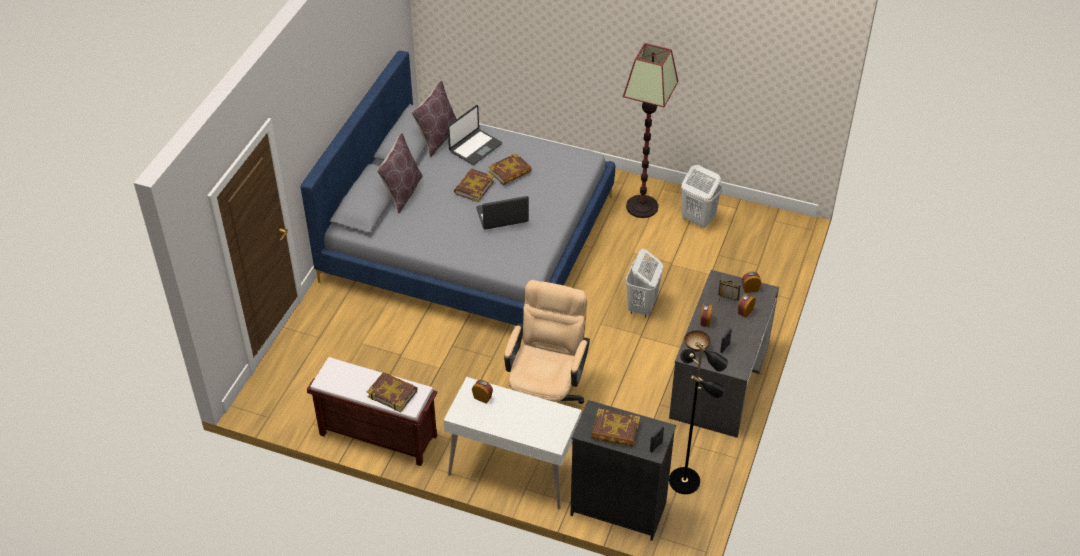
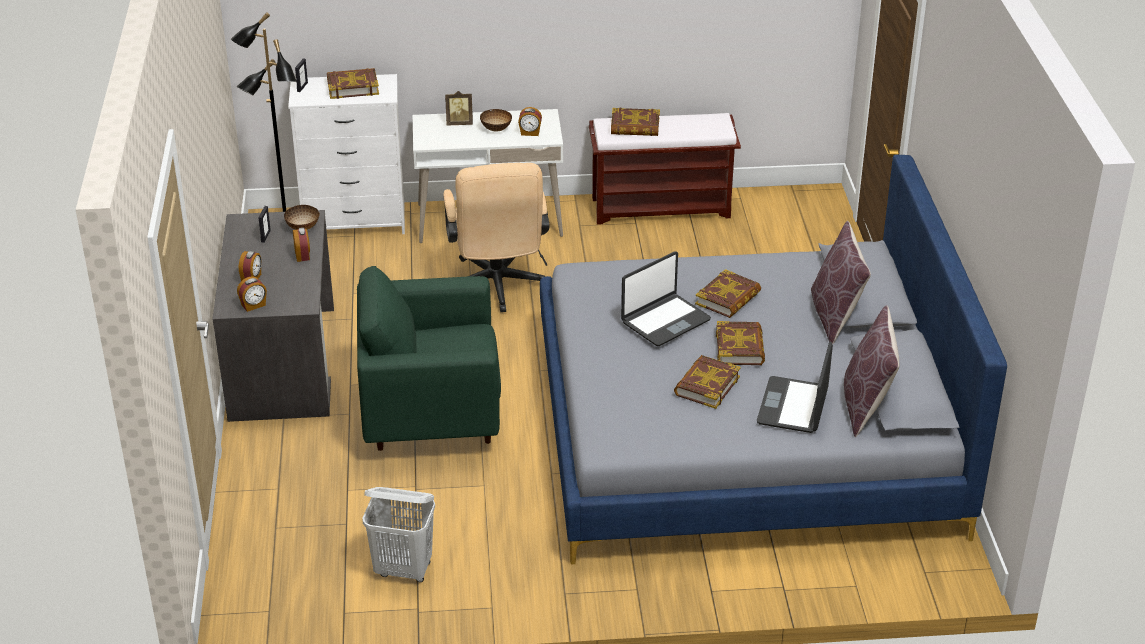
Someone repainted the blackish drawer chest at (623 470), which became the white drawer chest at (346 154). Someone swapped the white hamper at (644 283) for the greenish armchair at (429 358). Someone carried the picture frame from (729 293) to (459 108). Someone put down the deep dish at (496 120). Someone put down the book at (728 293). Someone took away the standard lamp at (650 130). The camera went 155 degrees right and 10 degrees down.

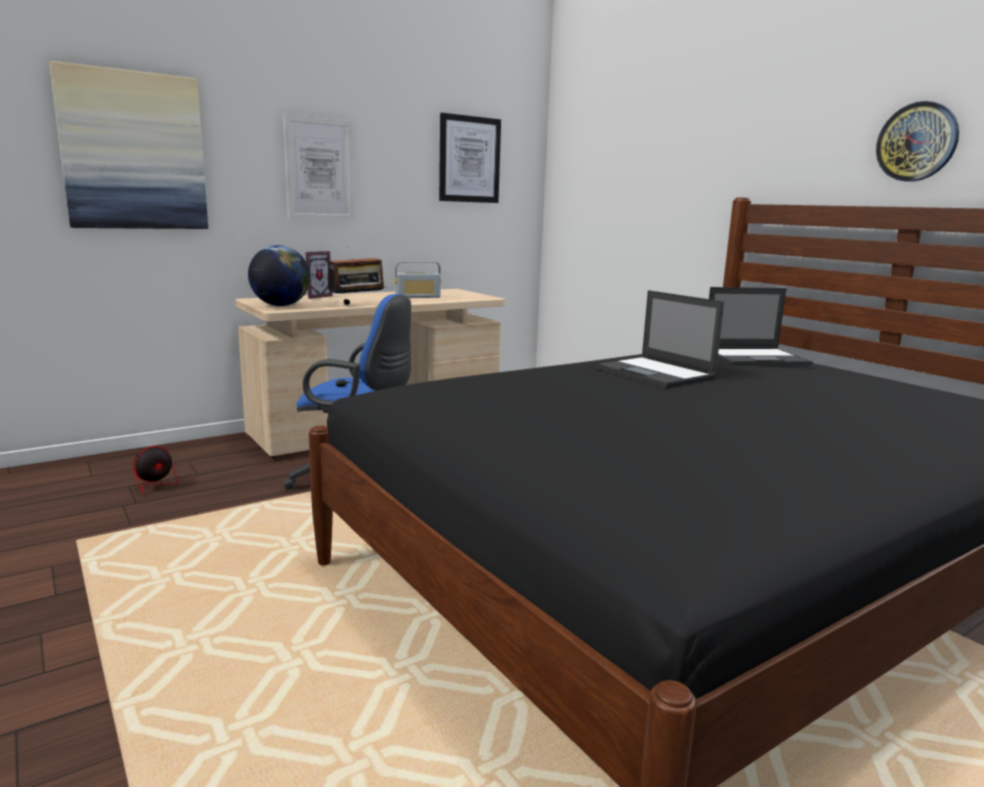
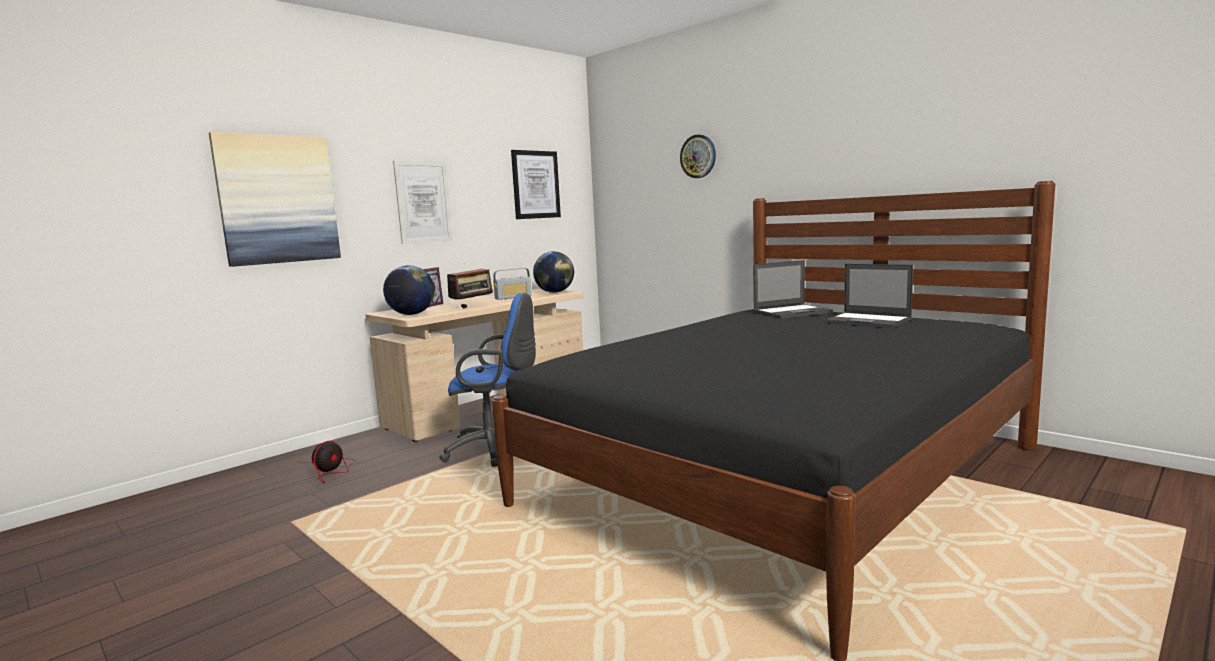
Someone put down the world globe at (553 272). Someone carried the clock on the wall from (917 141) to (698 156). Someone carried the laptop from (659 339) to (868 296). The camera went 10 degrees left and 5 degrees down.

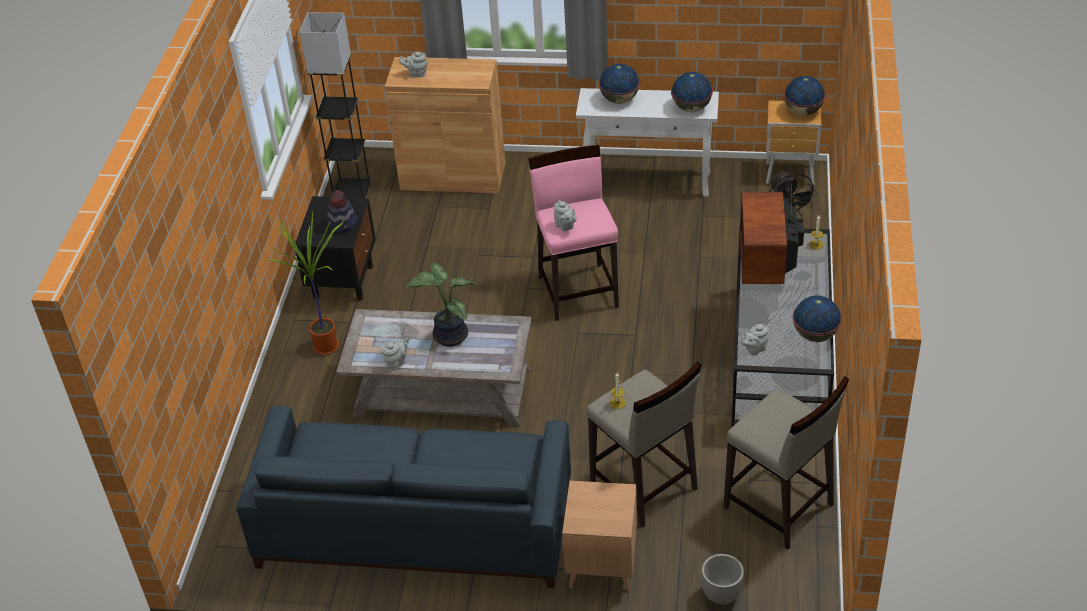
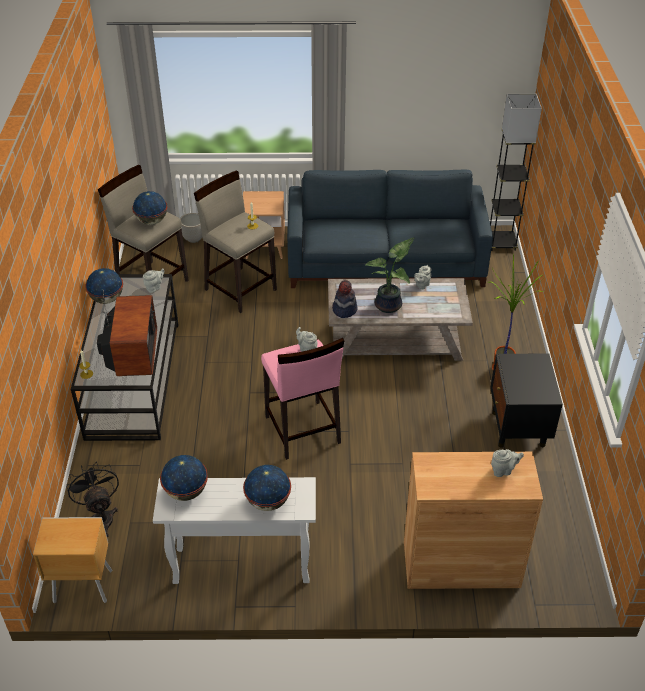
Someone carried the world globe from (805 96) to (149 208). Someone carried the hat from (342 211) to (345 299). Someone carried the greyish standard lamp from (336 105) to (516 172). The camera went 170 degrees right and 0 degrees up.

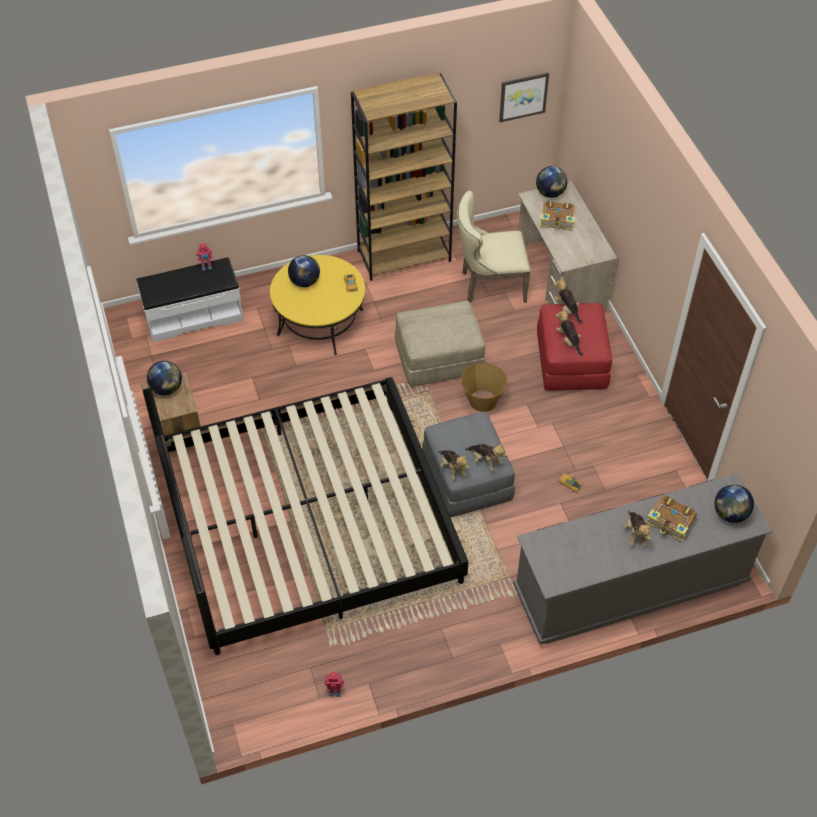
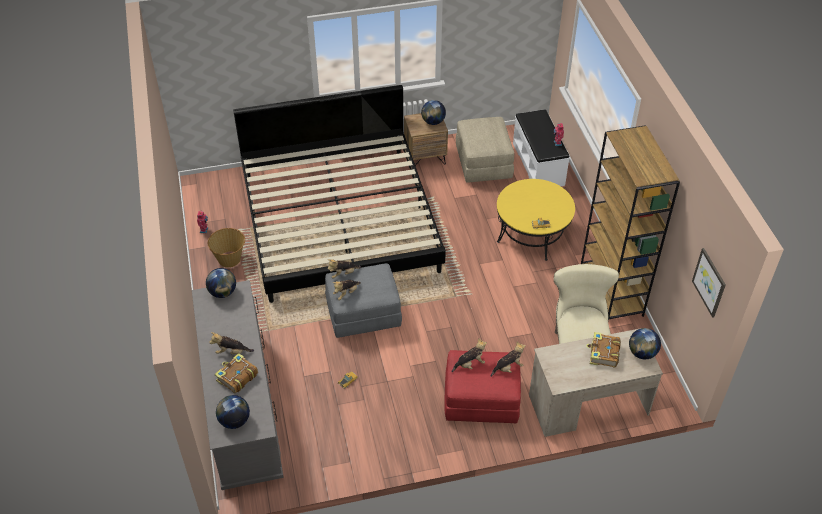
Someone carried the world globe from (304 271) to (221 283). Someone carried the basket from (484 387) to (226 248). Someone carried the beige-coloured pouffe from (440 344) to (485 149). The camera went 95 degrees right and 5 degrees down.

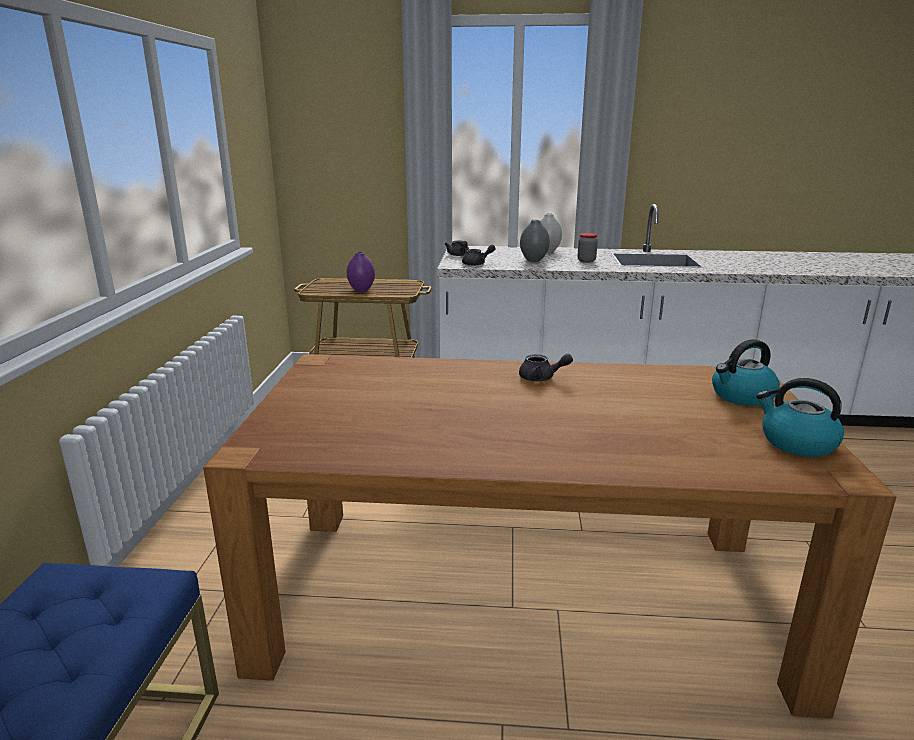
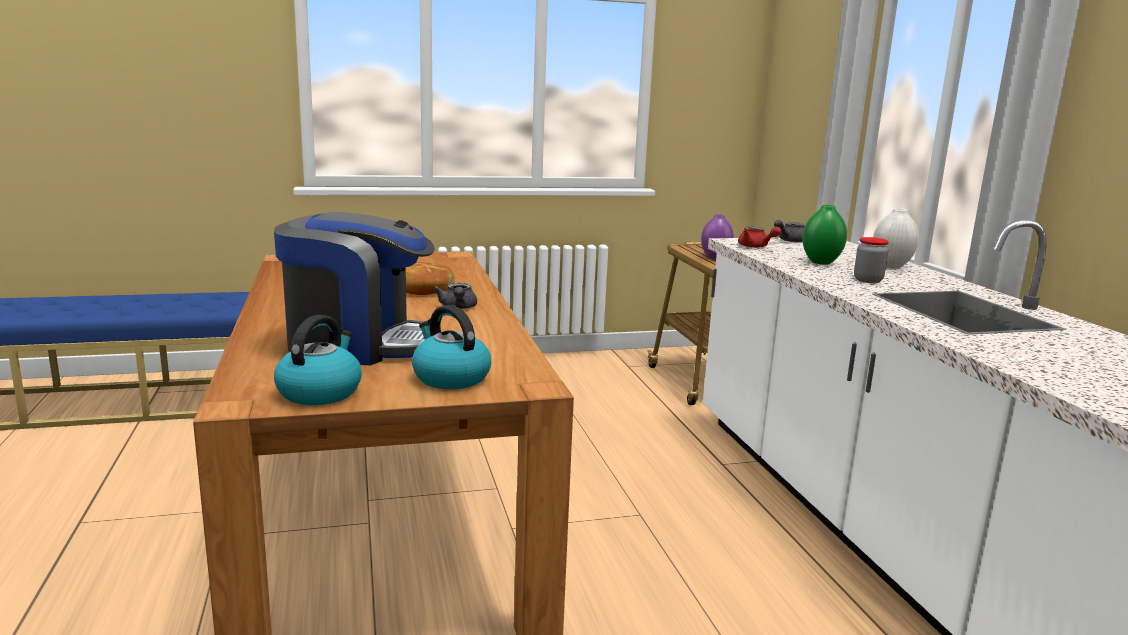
Someone put down the coffee brewer at (354 289). Someone put down the bread at (430 278). Someone repainted the greyish teapot at (479 255), which became the red-coloured teapot at (759 237). Someone repainted the greyish flower vase at (535 240), which became the greenish flower vase at (824 235). The camera went 70 degrees right and 5 degrees down.

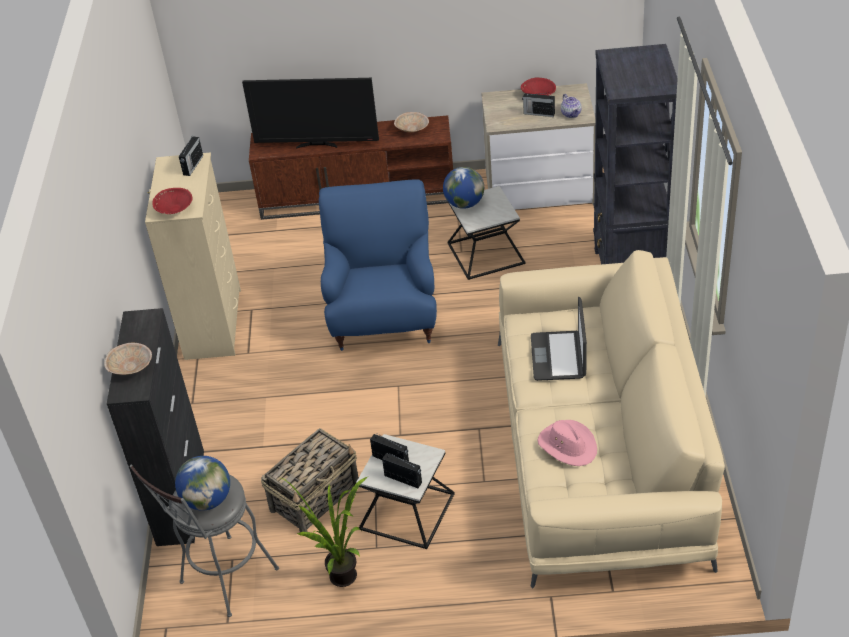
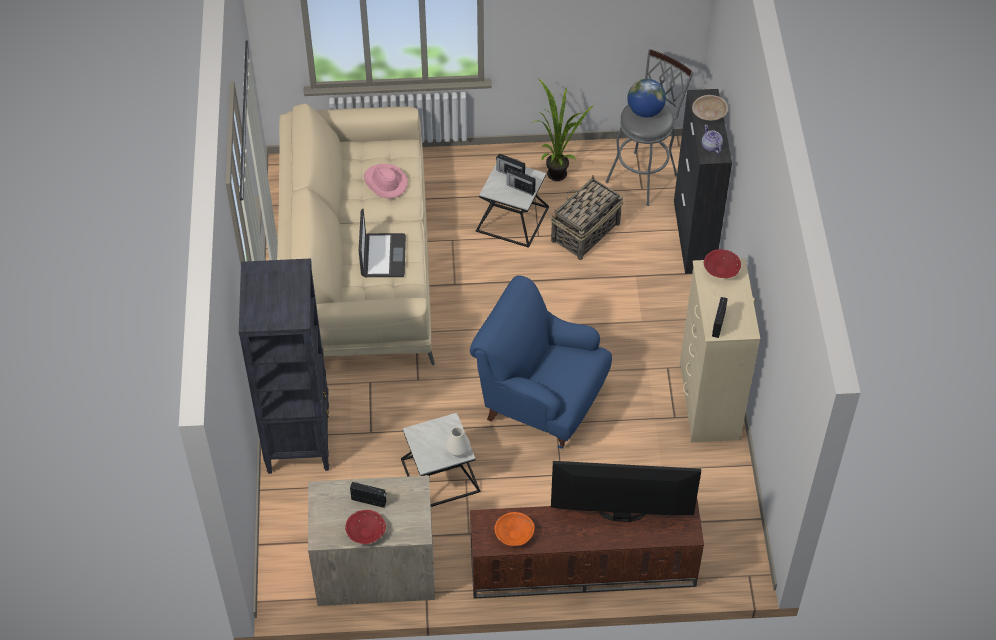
Someone swapped the world globe at (463 188) for the white flower vase at (457 442). Someone rotated the blue armchair at (378 265) by 120 degrees clockwise. Someone repainted the beige-coloured deep dish at (411 122), which became the orangey deep dish at (514 529). Someone carried the teapot from (571 106) to (712 139). The camera went 175 degrees right and 10 degrees up.

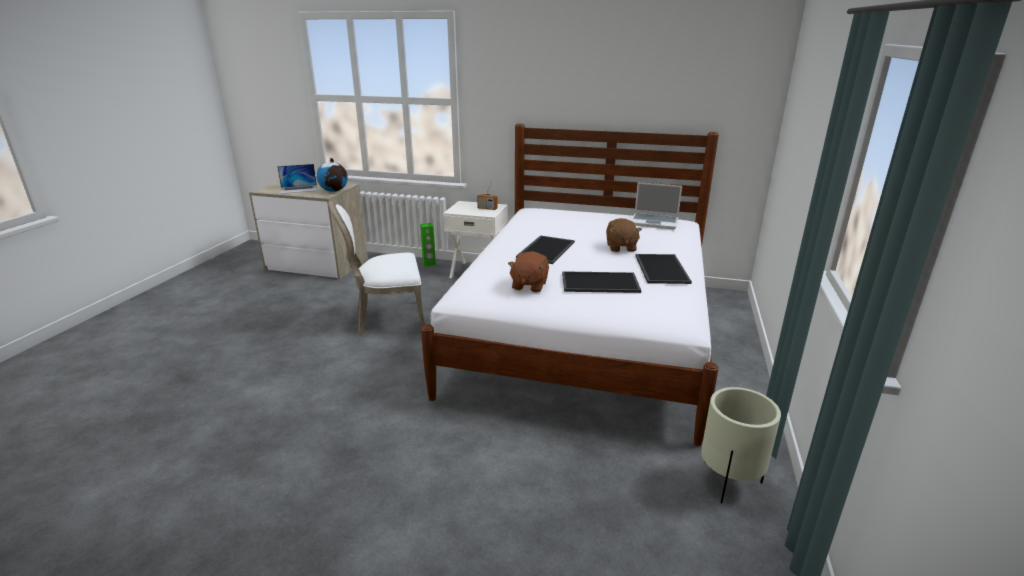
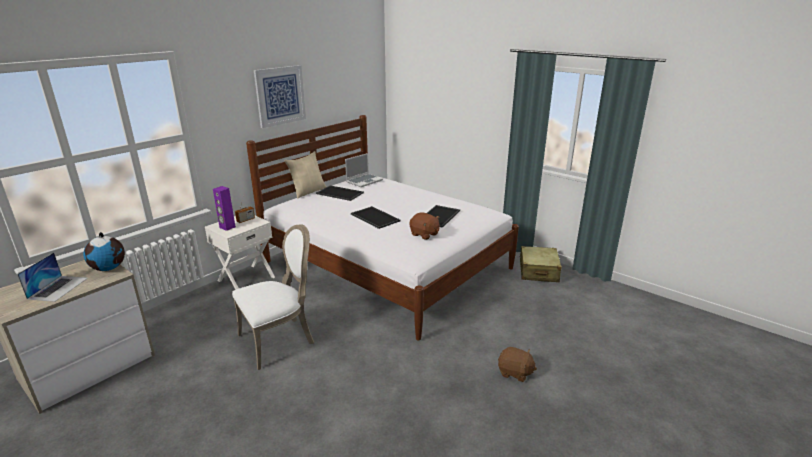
Someone put down the purple-coloured loudspeaker at (224 208). Someone rotated the white plain chair at (376 268) by 135 degrees counterclockwise. Someone put up the wall art at (280 96). Someone put down the beige-coloured pillow at (305 175). Someone carried the tray from (664 269) to (340 193). Someone carried the brownish cuddly toy from (624 235) to (517 364). Someone swapped the beige-coloured flower pot at (741 445) for the beige-coloured suitcase at (540 264). Someone took away the greenish loudspeaker at (428 244). The camera went 65 degrees left and 0 degrees up.

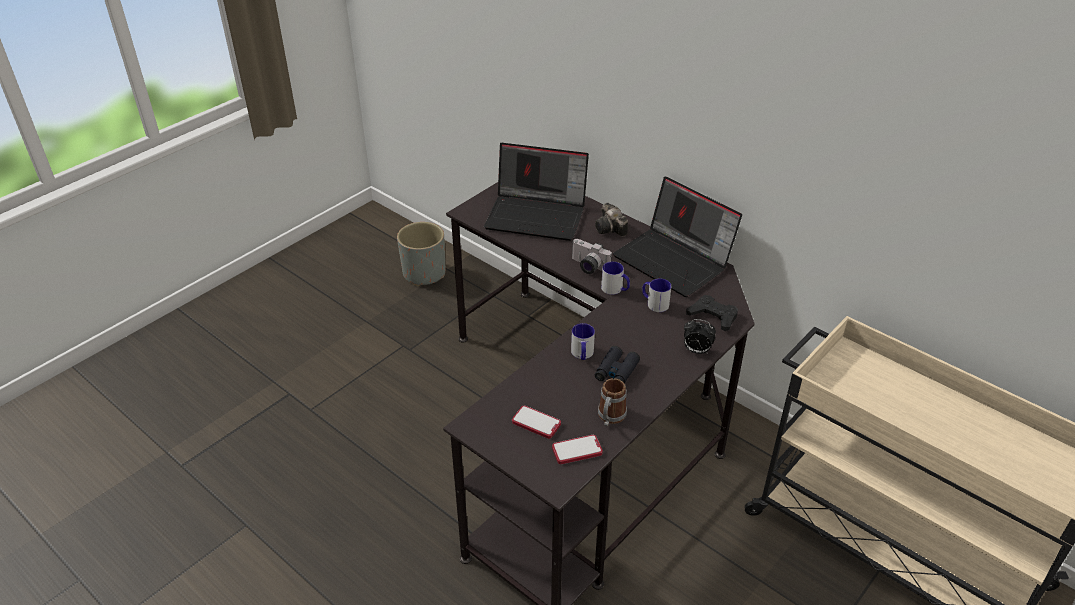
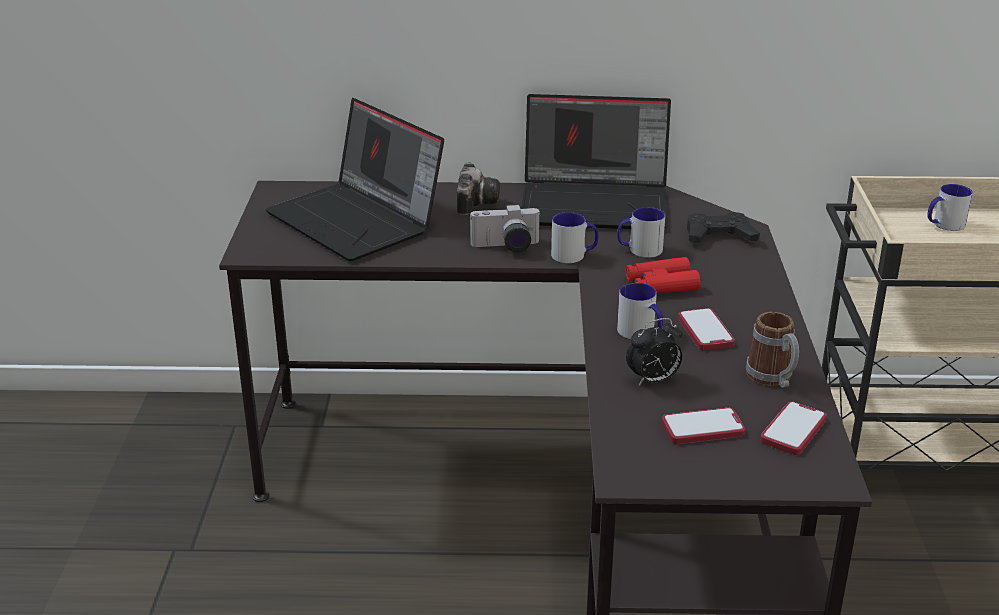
Someone rotated the laptop at (536 192) by 75 degrees clockwise. Someone rotated the photo camera at (611 220) by 105 degrees counterclockwise. Someone put down the red-coloured binoculars at (663 275). Someone carried the alarm clock from (700 336) to (654 351). Someone swapped the blackish binoculars at (617 364) for the handset at (706 329). Someone put down the tea mug at (950 207). Someone took away the greyish flower pot at (421 254). The camera went 40 degrees left and 10 degrees down.

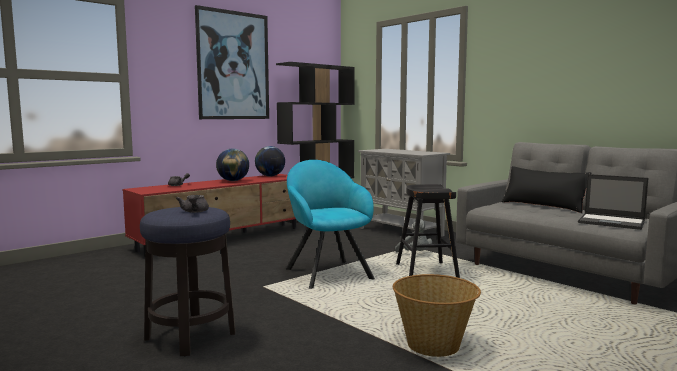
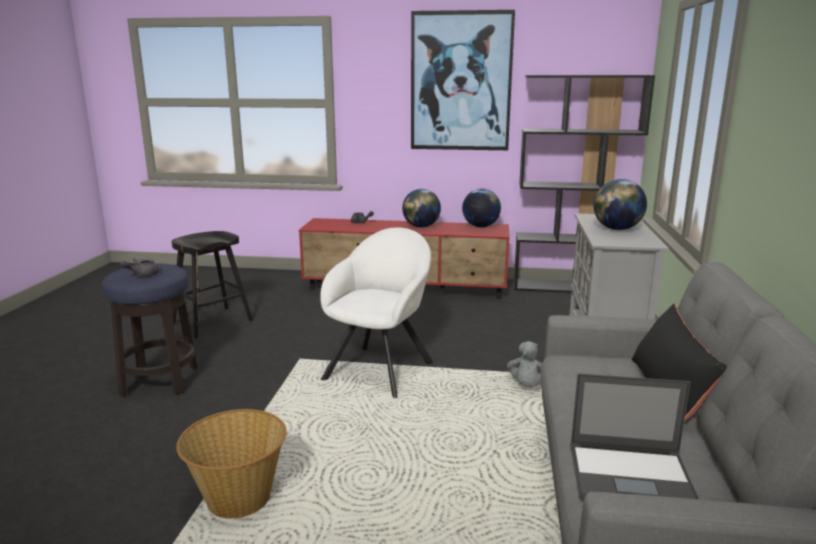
Someone carried the blackish stool from (428 231) to (212 285). Someone repainted the turquoise-coloured armchair at (330 224), which became the white armchair at (376 312). Someone rotated the laptop at (613 202) by 75 degrees counterclockwise. Someone put down the world globe at (620 204). The camera went 50 degrees right and 10 degrees up.

